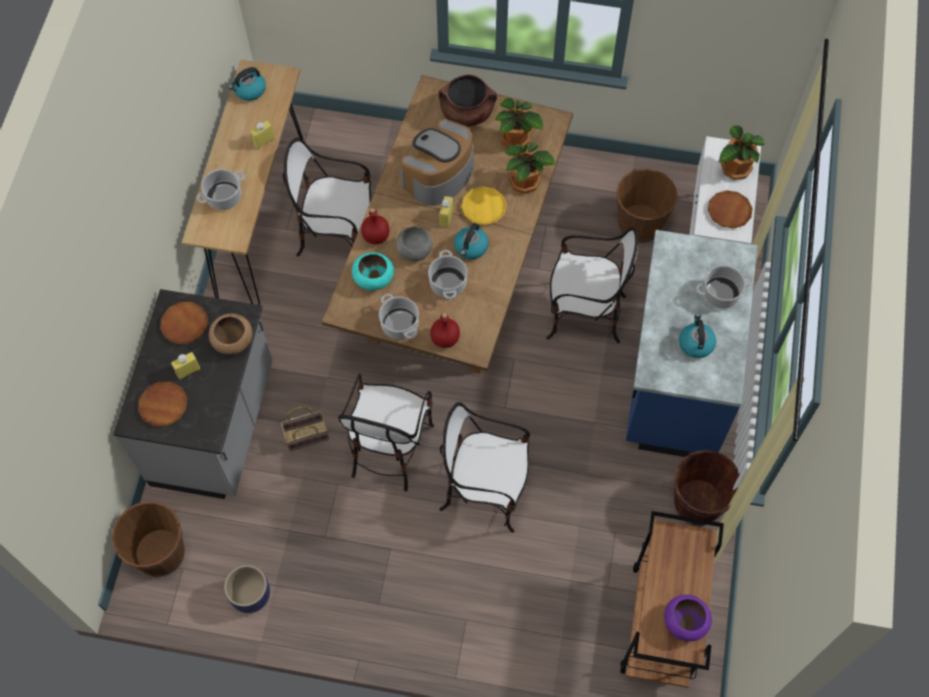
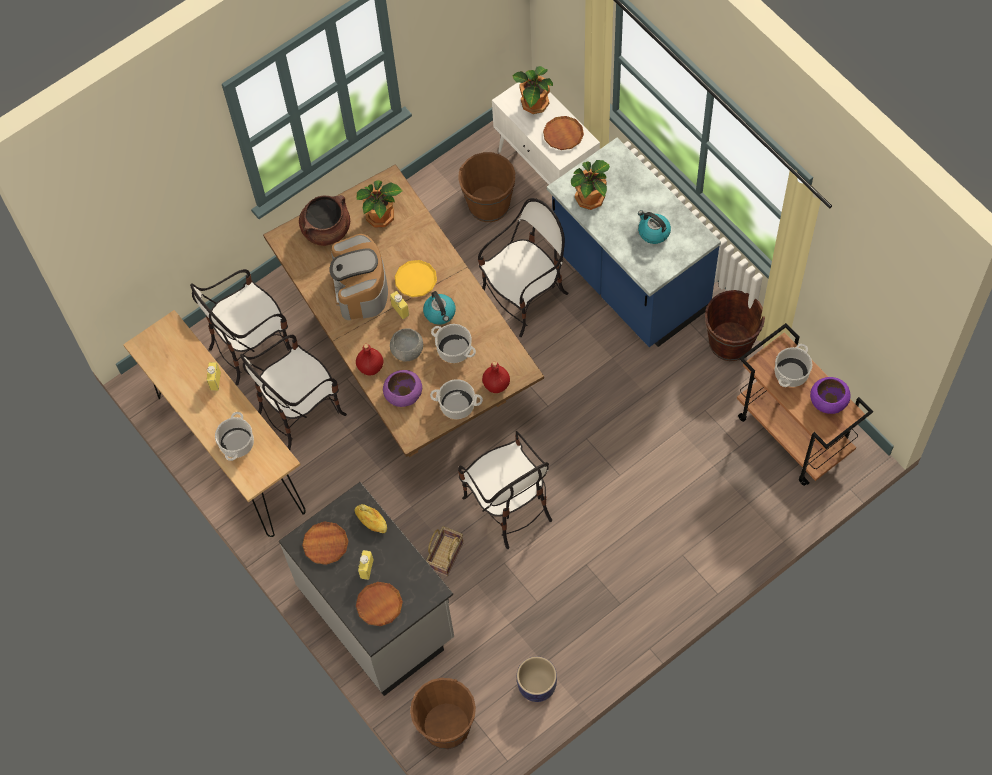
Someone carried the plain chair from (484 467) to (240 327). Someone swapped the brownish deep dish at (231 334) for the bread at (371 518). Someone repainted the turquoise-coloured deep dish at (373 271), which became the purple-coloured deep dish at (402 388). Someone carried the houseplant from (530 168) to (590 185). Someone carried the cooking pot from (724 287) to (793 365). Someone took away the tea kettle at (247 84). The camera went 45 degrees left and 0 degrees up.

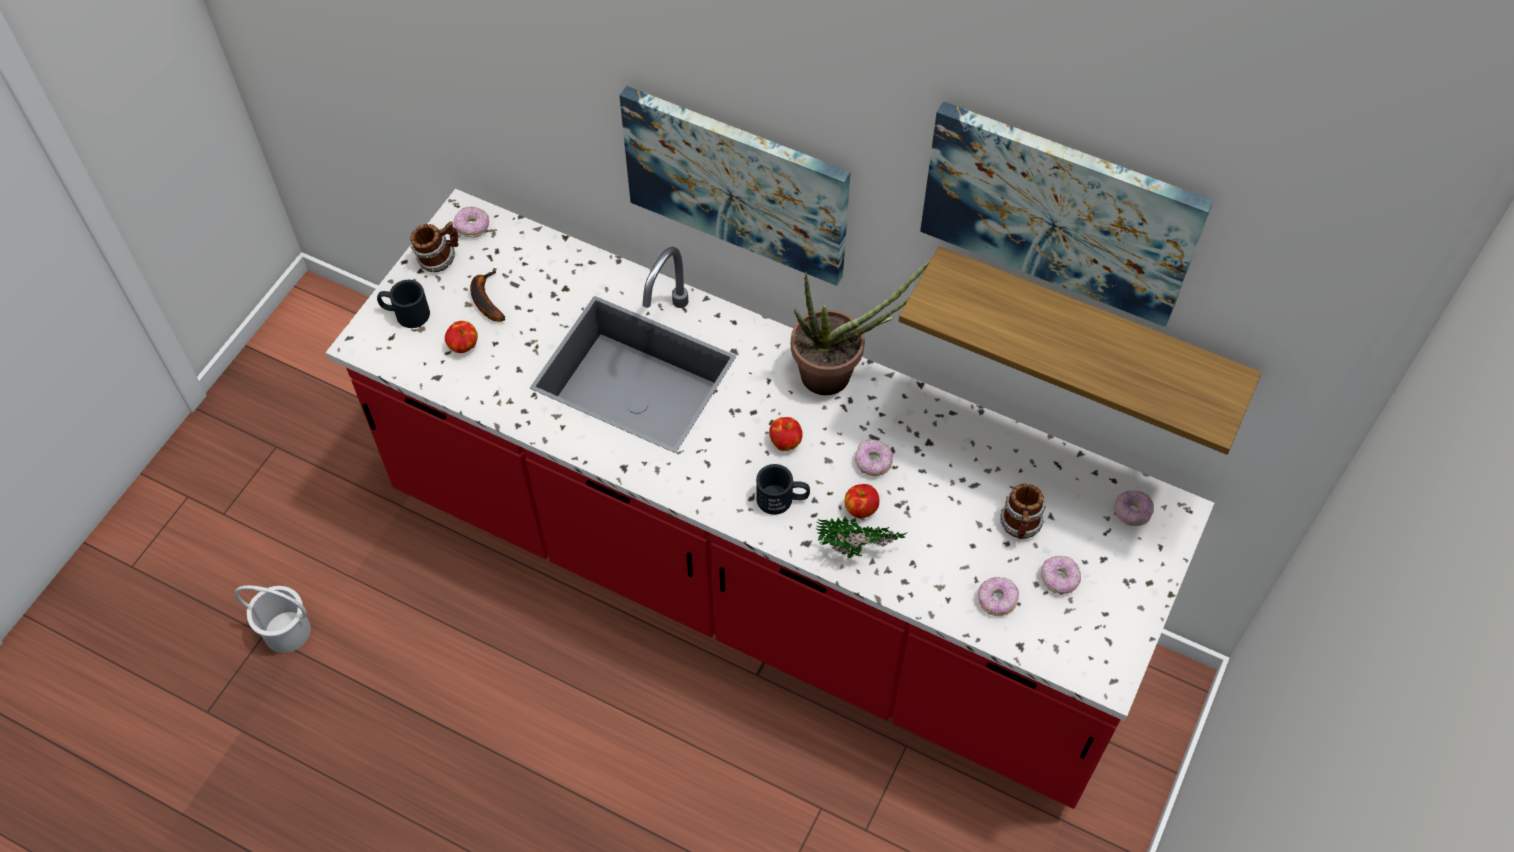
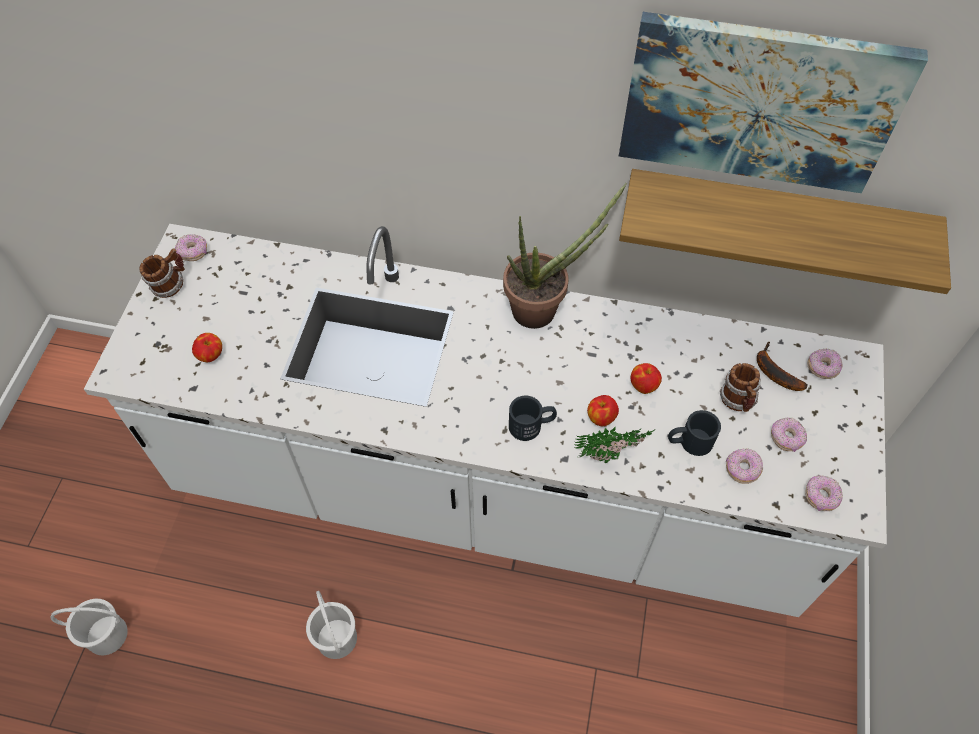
Someone repainted the red-coloured kitchen counter at (770 499), which became the white kitchen counter at (485 420). Someone put down the white pail at (331 625). Someone carried the apple from (786 434) to (646 378). Someone carried the blackish tea mug from (403 304) to (694 433). Someone carried the banana from (487 295) to (782 366). Someone carried the doughnut from (874 457) to (824 493). Someone took away the wall art at (735 186). The camera went 15 degrees left and 0 degrees up.

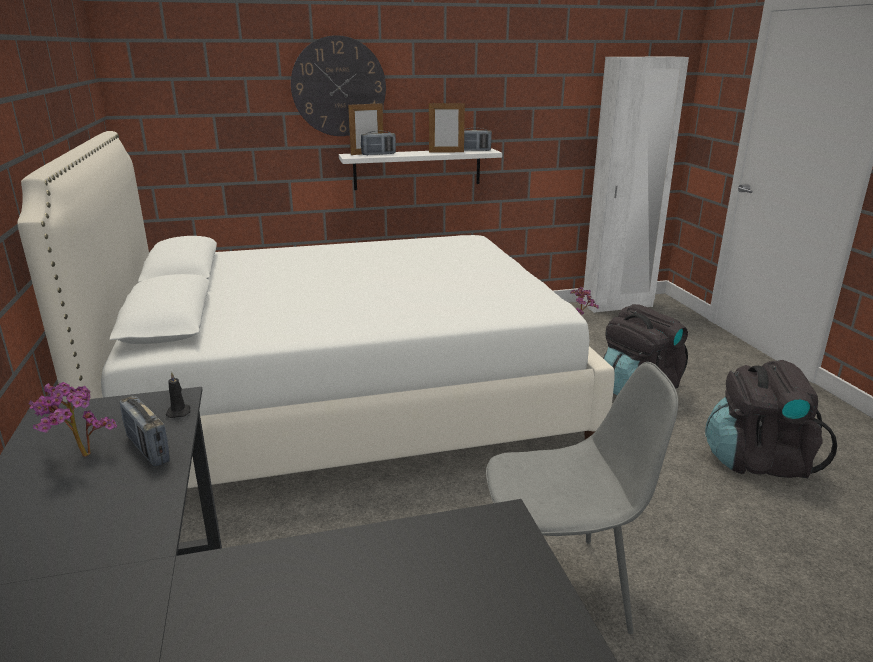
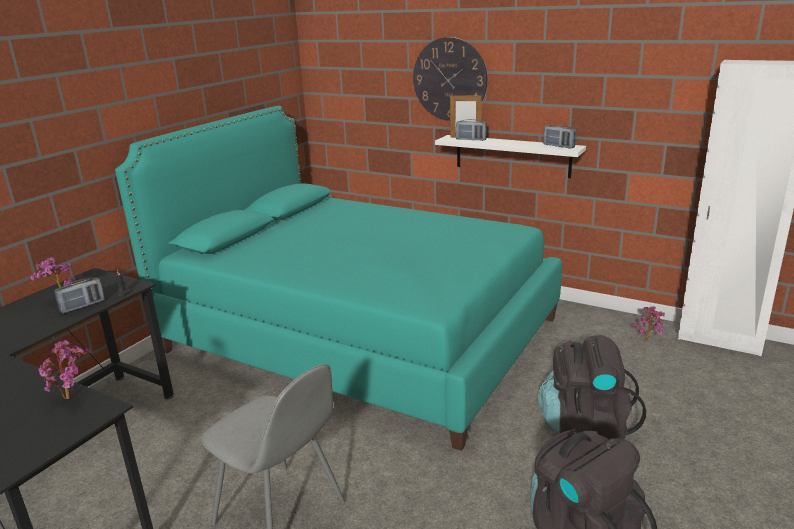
Someone put down the houseplant at (64 369). Someone rotated the radio set at (145 431) by 135 degrees counterclockwise. Someone repainted the white bed at (316 309), which became the turquoise-coloured bed at (338 278). Someone took away the picture frame at (447 126). The camera went 45 degrees right and 0 degrees up.

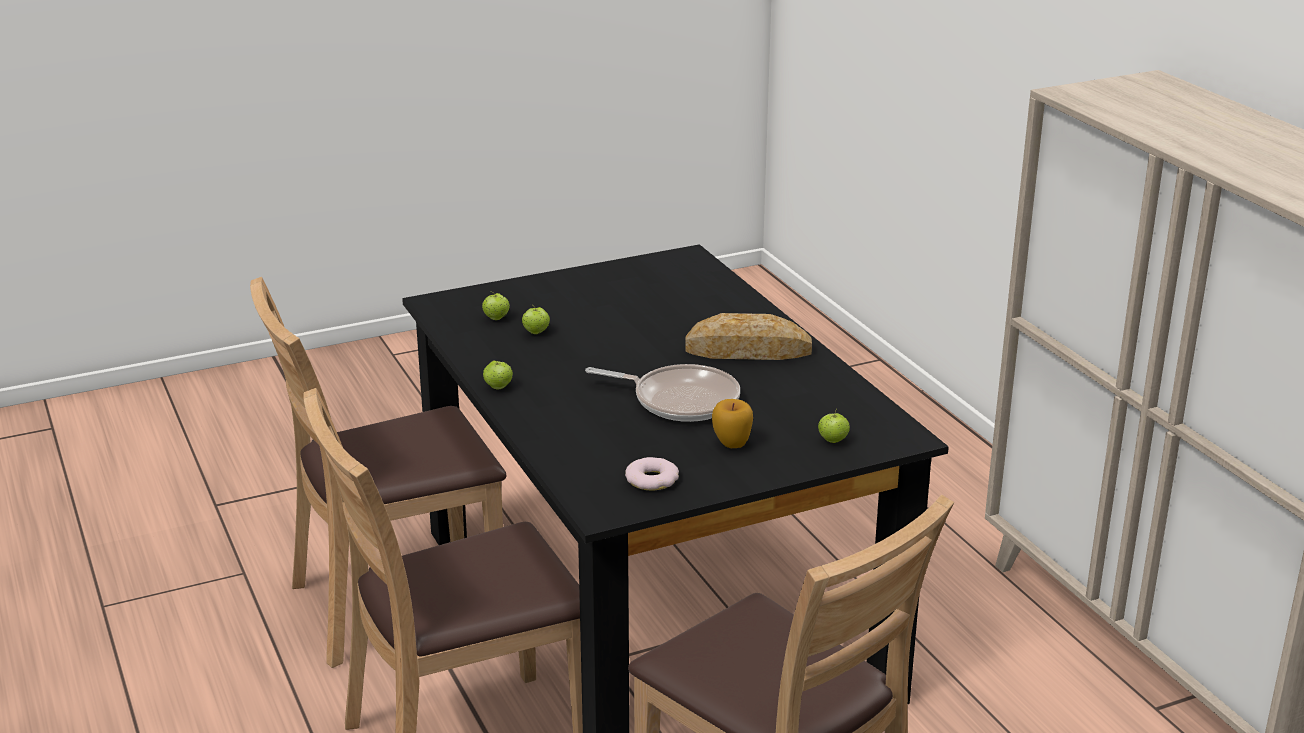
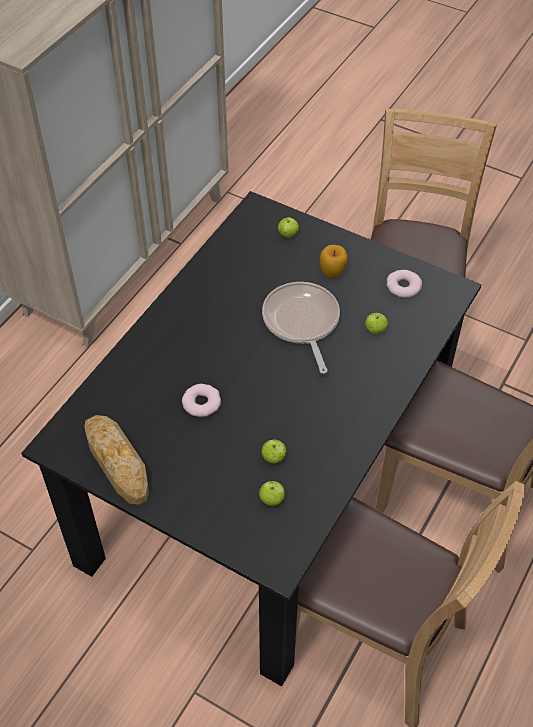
Someone carried the bread from (748 336) to (116 460). Someone put down the doughnut at (201 400). Someone carried the apple from (498 374) to (376 323). The camera went 125 degrees left and 25 degrees up.

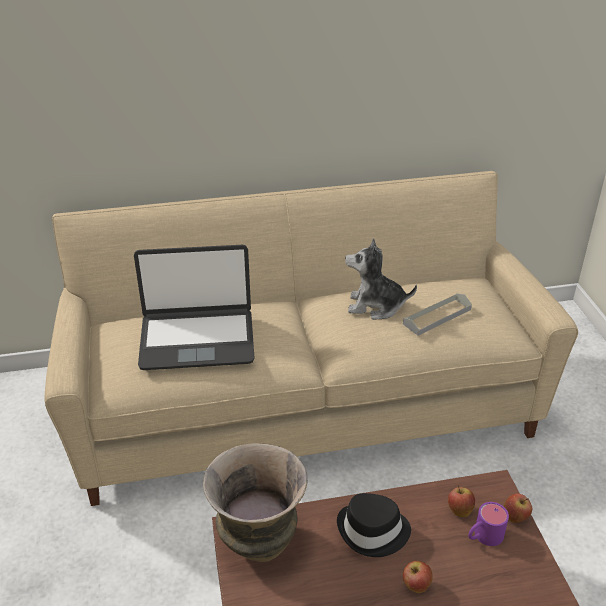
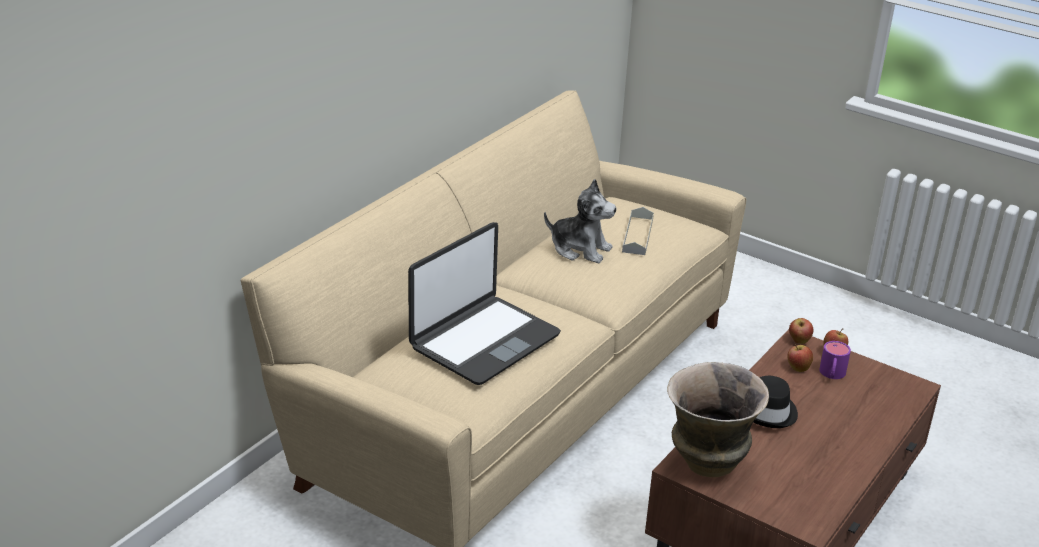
Someone rotated the cuddly toy at (381 279) by 120 degrees counterclockwise. Someone carried the apple from (418 577) to (801 331). The camera went 45 degrees left and 5 degrees down.

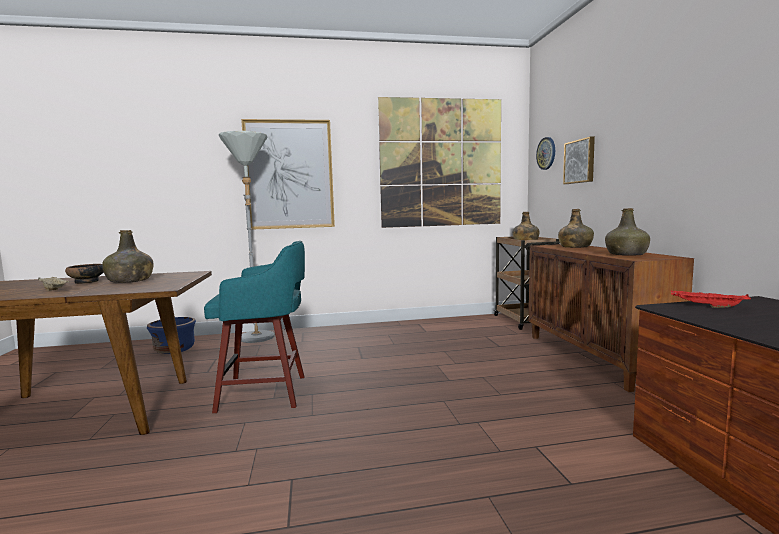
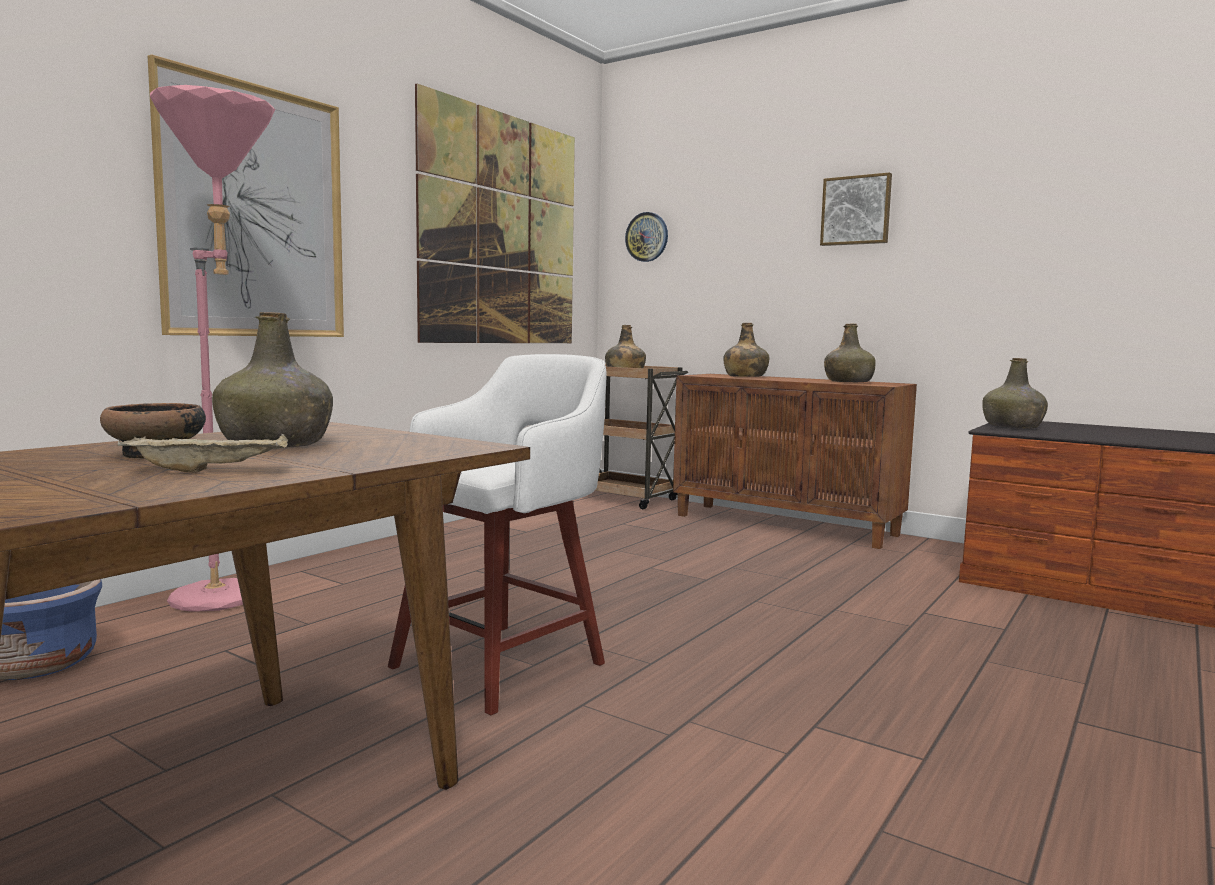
Someone repainted the greyish standard lamp at (247 237), which became the pink-coloured standard lamp at (212 348). Someone repainted the turquoise-coloured stool at (254 327), which became the white stool at (497 534). Someone carried the wall art from (579 160) to (856 209). Someone swapped the red-coloured tray at (711 299) for the greenish drink bottle at (1015 393). The camera went 45 degrees left and 0 degrees up.

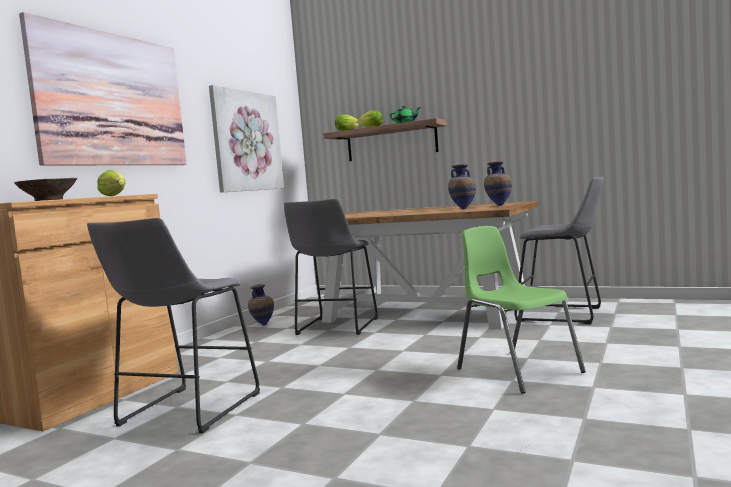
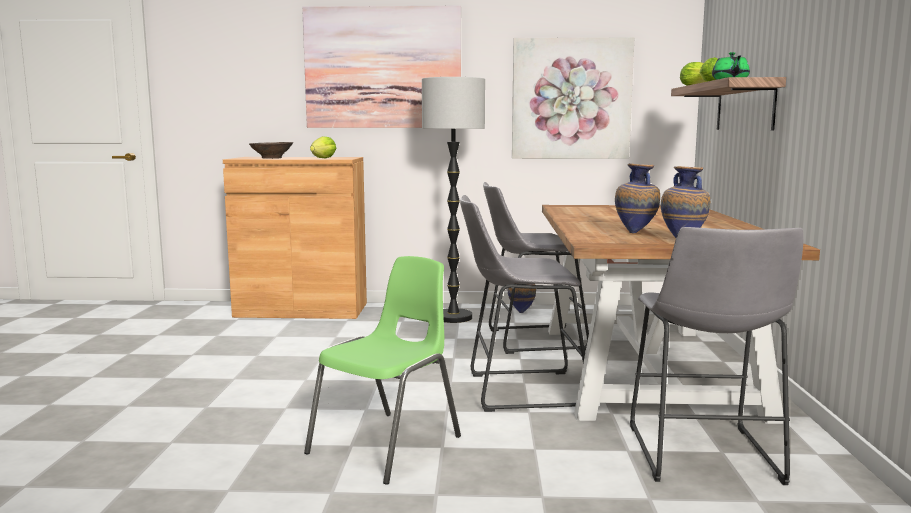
Someone put down the standard lamp at (453 200). Someone carried the greyish stool from (173 325) to (522 303). The camera went 65 degrees right and 5 degrees up.

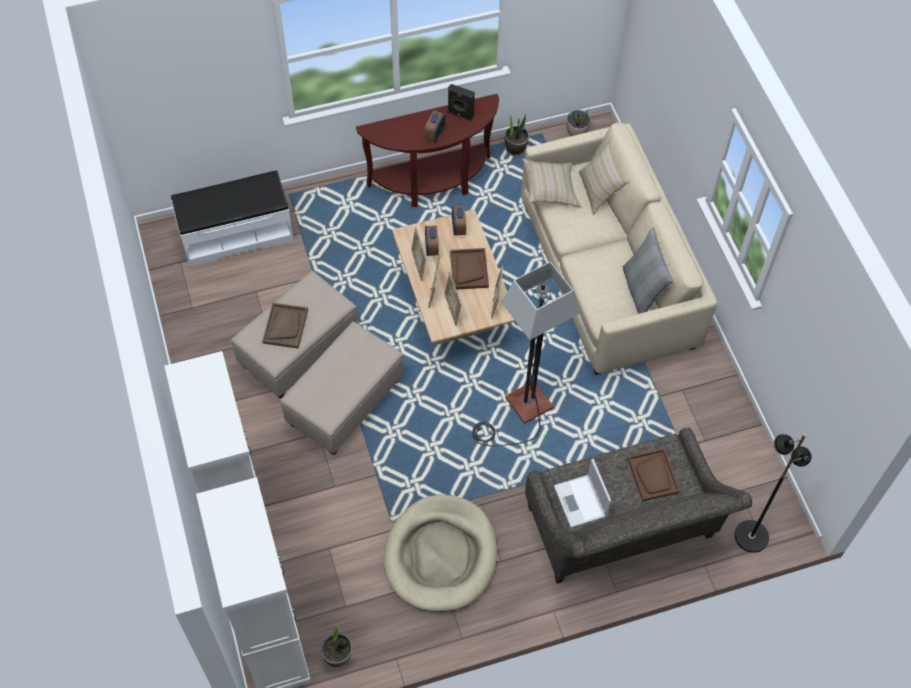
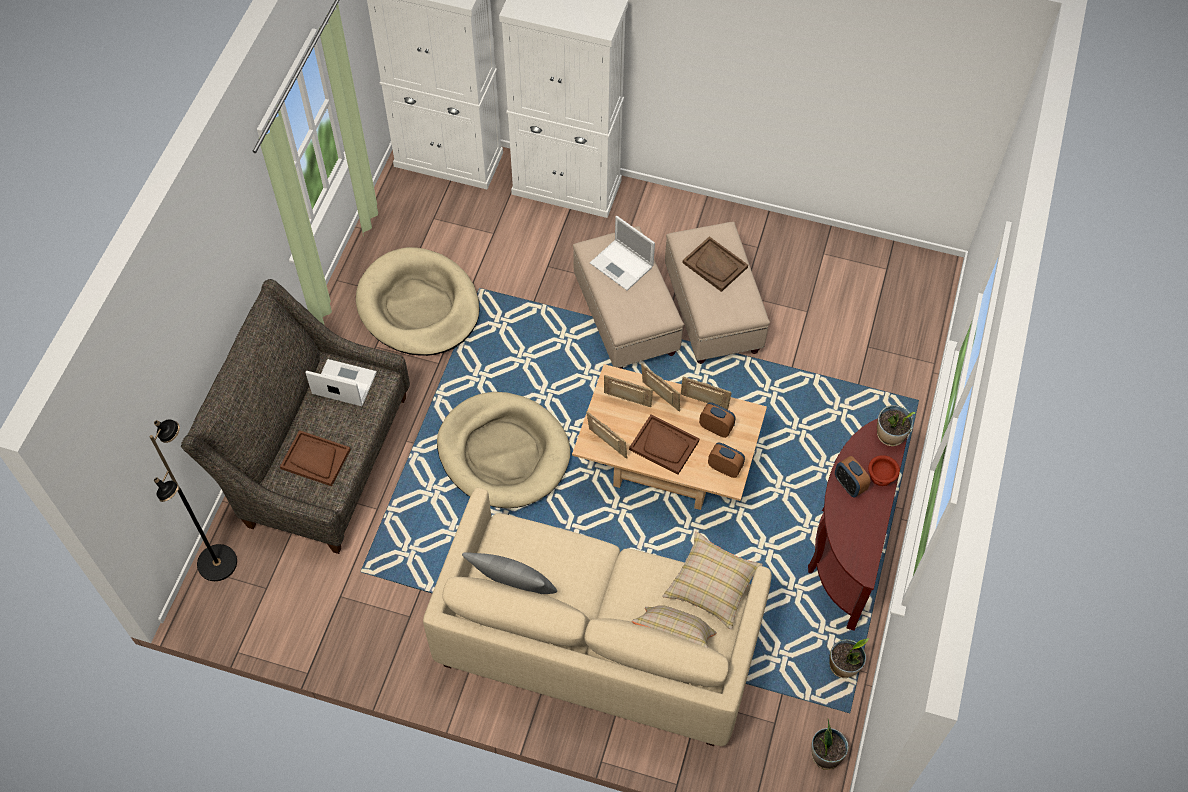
Someone swapped the standard lamp at (526 354) for the beige-coloured dog bed at (503 450). Someone put down the laptop at (622 253). Someone put down the brownish deep dish at (884 470). Someone carried the houseplant from (336 646) to (896 425). Someone took away the white indoor bench at (232 218). Someone took away the blackish loudspeaker at (461 102). The camera went 125 degrees right and 0 degrees up.

